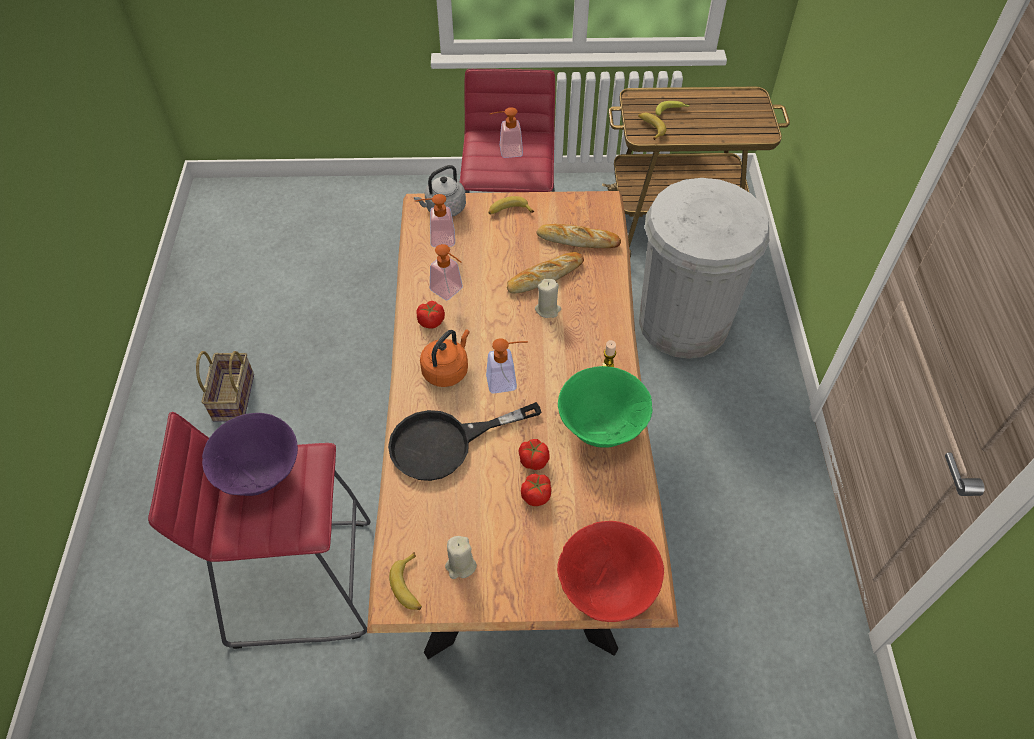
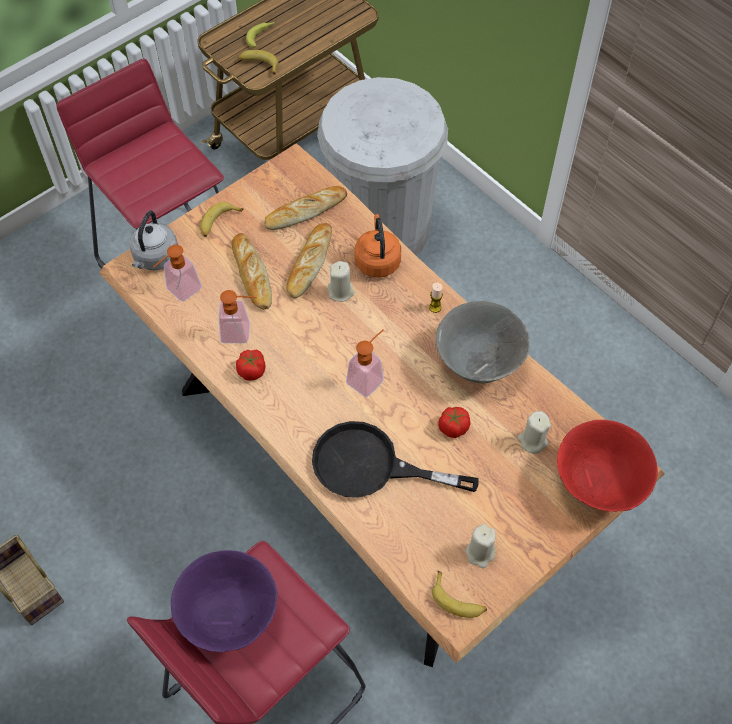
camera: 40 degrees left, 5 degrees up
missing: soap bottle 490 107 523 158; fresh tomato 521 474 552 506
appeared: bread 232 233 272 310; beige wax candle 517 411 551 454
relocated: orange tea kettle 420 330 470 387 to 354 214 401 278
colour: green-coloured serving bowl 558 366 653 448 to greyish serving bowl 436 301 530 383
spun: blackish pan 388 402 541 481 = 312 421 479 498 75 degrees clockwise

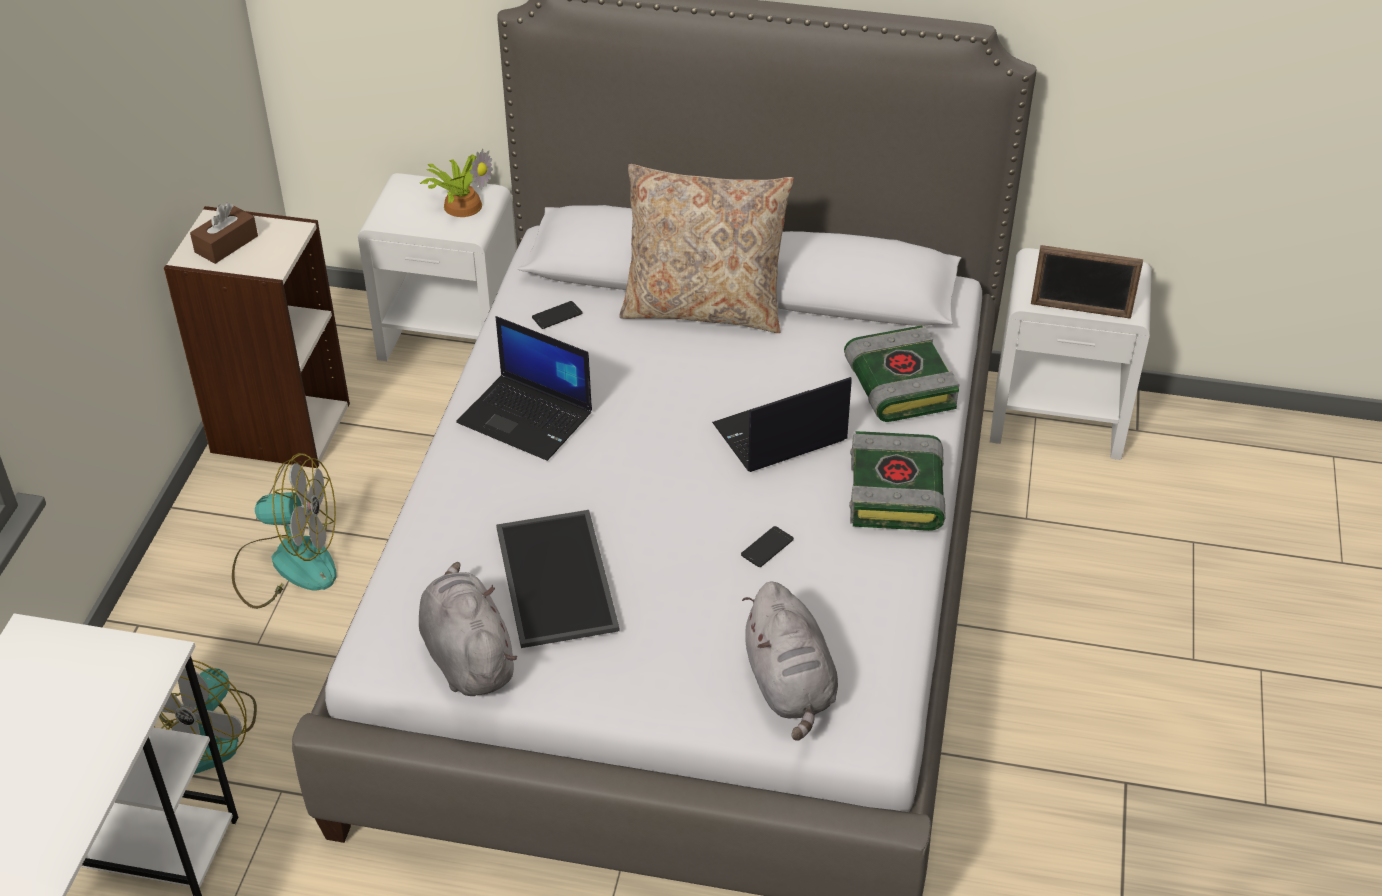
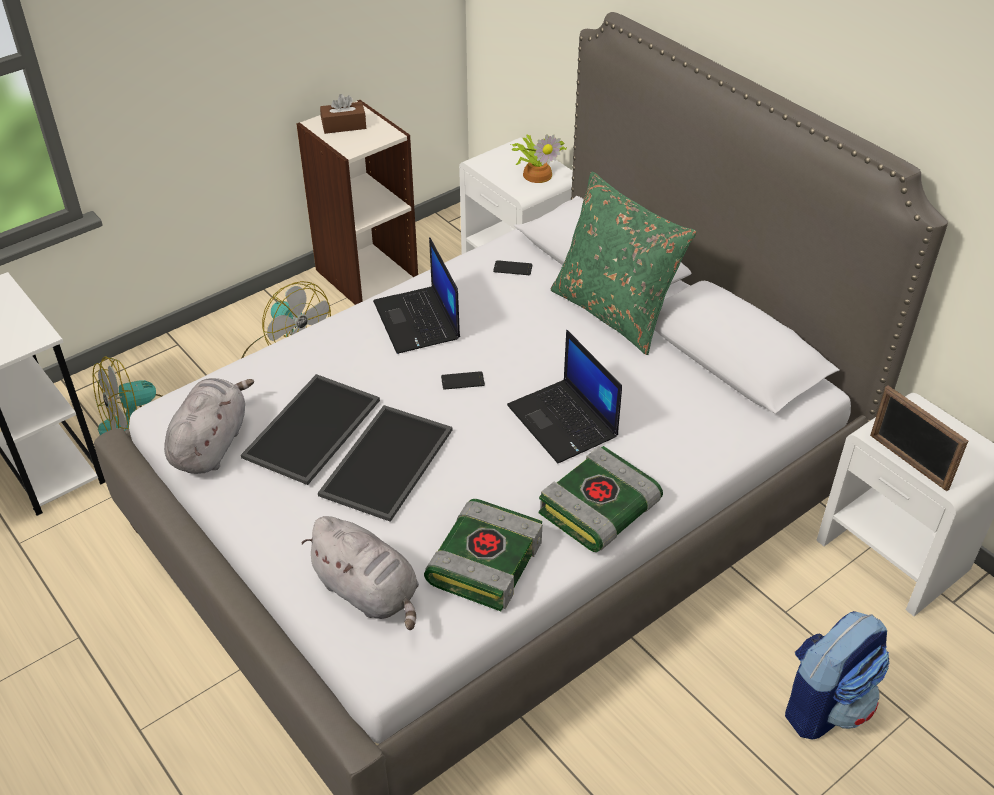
camera: 40 degrees right, 0 degrees up
appeared: serving tray 318 405 452 522; rucksack 785 611 890 740
relocated: volume 844 325 959 422 to 424 499 542 611; telephone 741 526 794 567 to 441 371 485 389
colour: beige throw pillow 619 164 794 333 to green-coloured throw pillow 551 172 697 355
spun: greyish plush toy 742 582 838 741 = 302 516 419 630 75 degrees counterclockwise; laptop 712 377 852 472 = 507 330 622 464 135 degrees counterclockwise

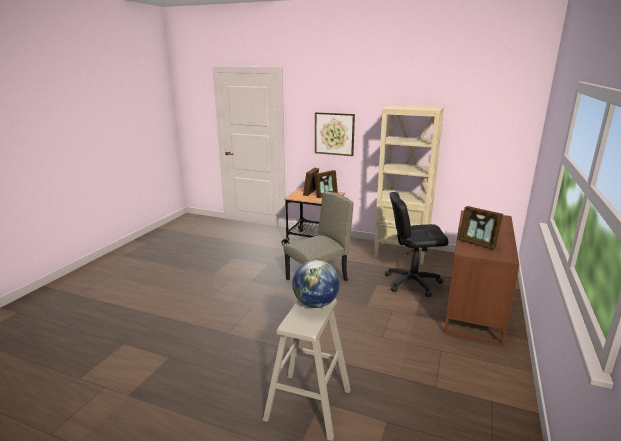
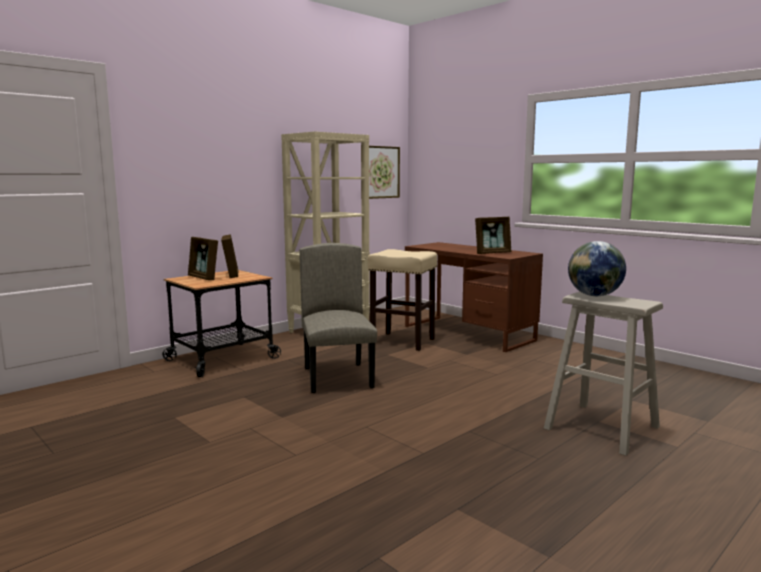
camera: 65 degrees left, 10 degrees down
relocated: wall art 315 112 355 156 to 361 146 400 199
exchanged: blackish office chair 385 192 449 297 to beige sitting stool 367 249 437 351

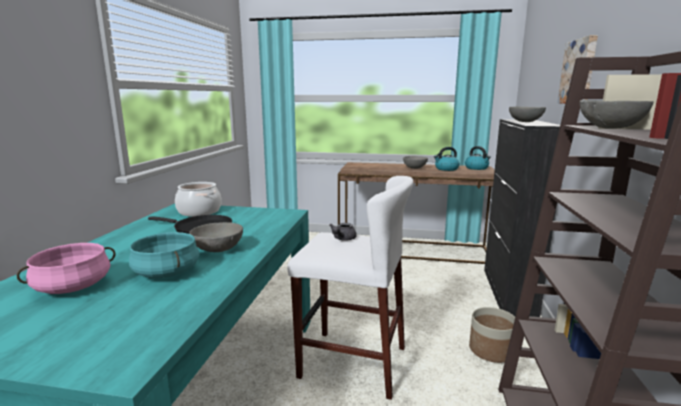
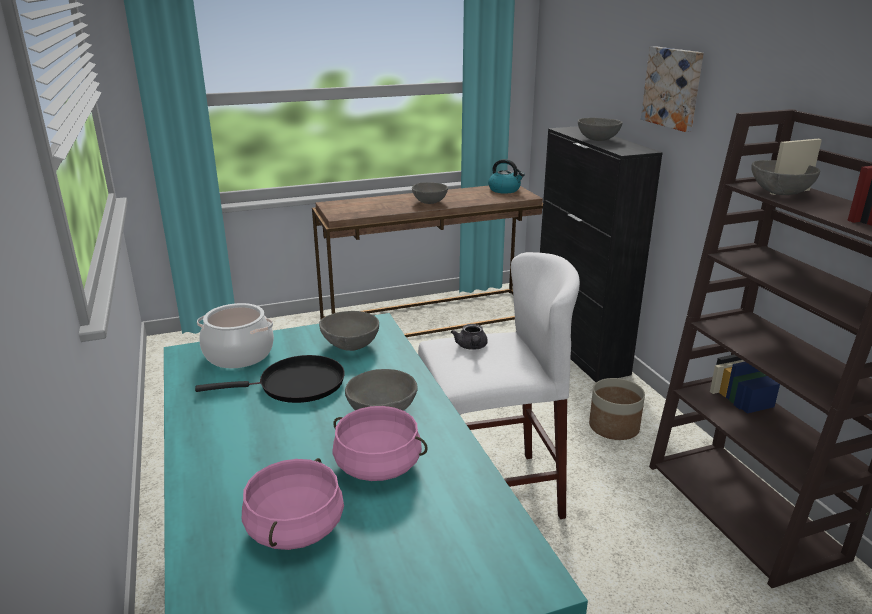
camera: 30 degrees left, 10 degrees up
missing: tea kettle 434 147 460 171
appeared: greyish serving bowl 319 311 379 351
colour: turquoise saucepot 129 232 200 278 to pink saucepot 332 406 428 481

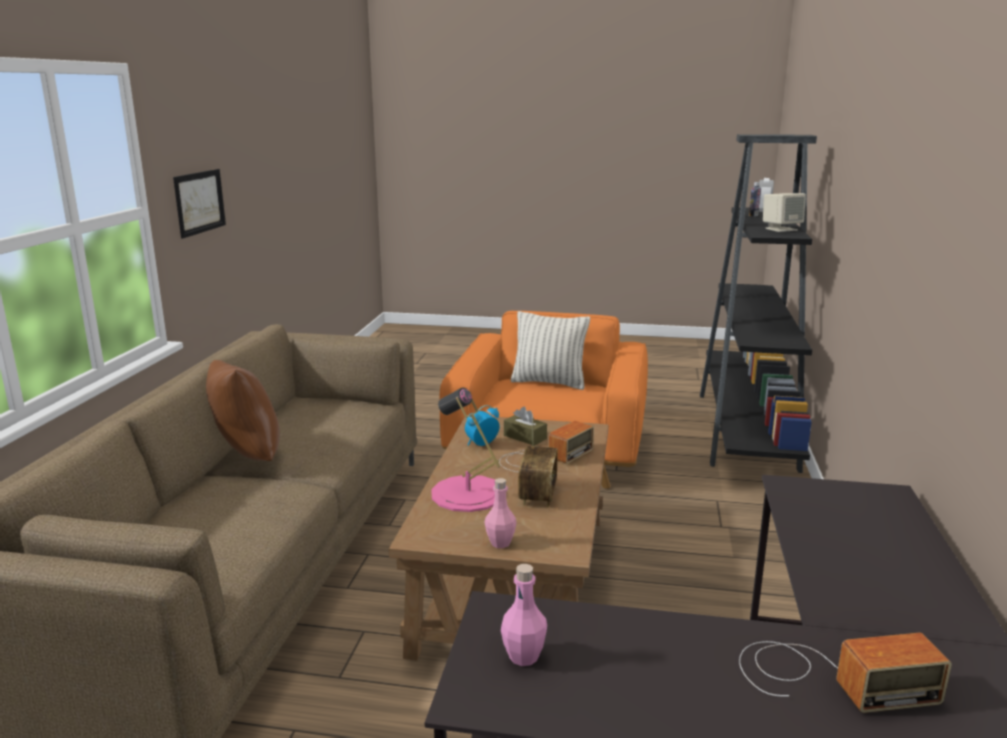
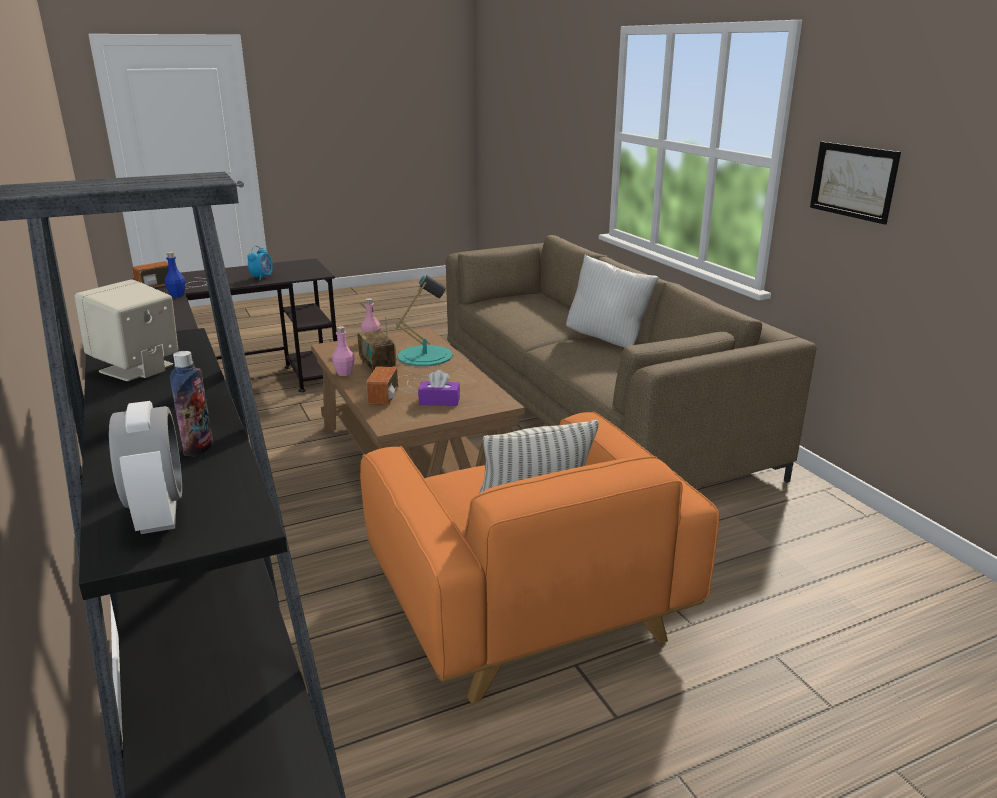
camera: 145 degrees right, 5 degrees up
appeared: bluish drink bottle 165 252 185 298
relocated: bedside clock 465 405 500 446 to 247 245 273 281; pink drink bottle 501 564 547 666 to 332 326 355 376
colour: pink tabletop lamp 431 388 500 512 to turquoise tabletop lamp 396 275 453 366; brown-coloured box of tissues 504 407 547 446 to purple box of tissues 418 370 460 406; brown-coloured throw pillow 206 360 280 461 to whitish throw pillow 566 255 659 347

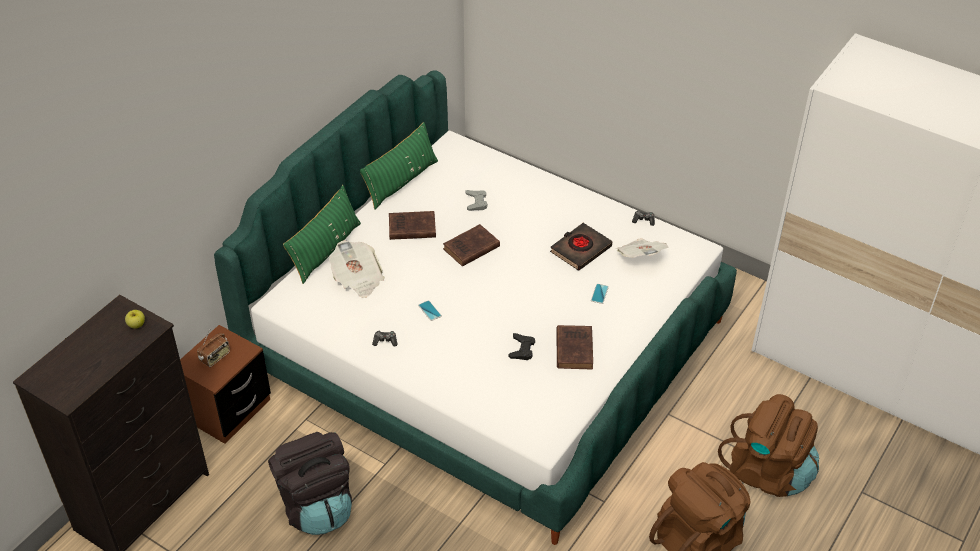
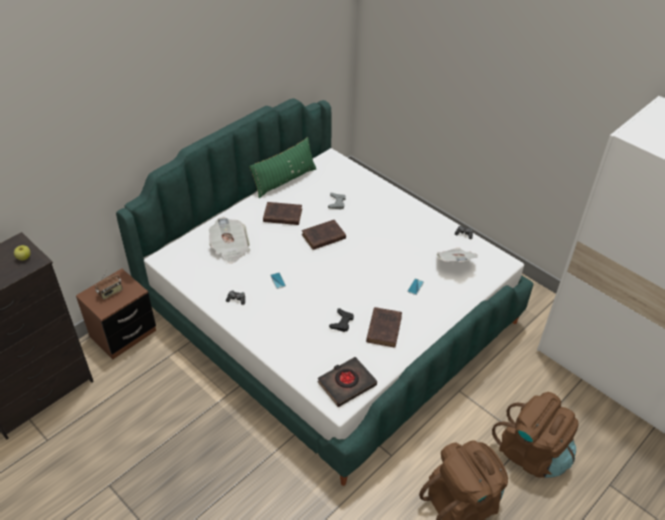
camera: 10 degrees right, 0 degrees up
missing: blackish rucksack 268 432 352 535; green-coloured throw pillow 283 185 361 284
relocated: blackish volume 550 223 612 271 to 317 357 377 407

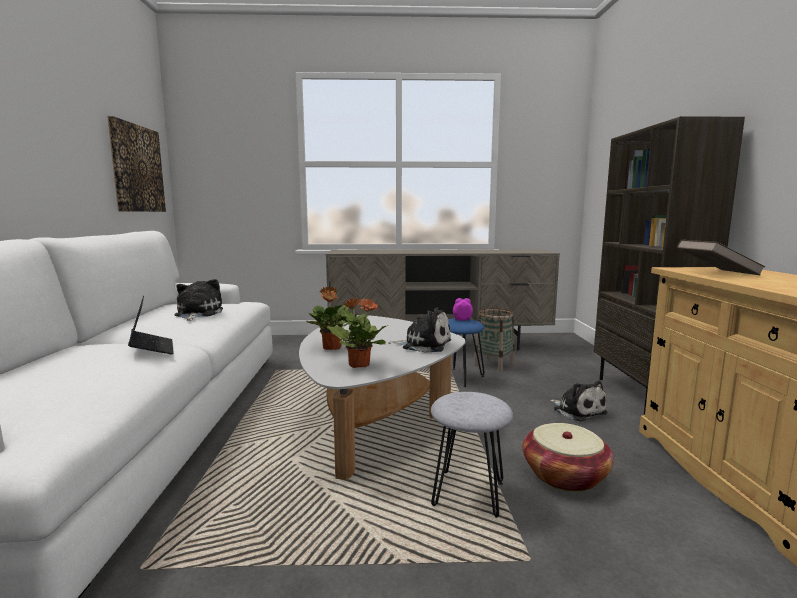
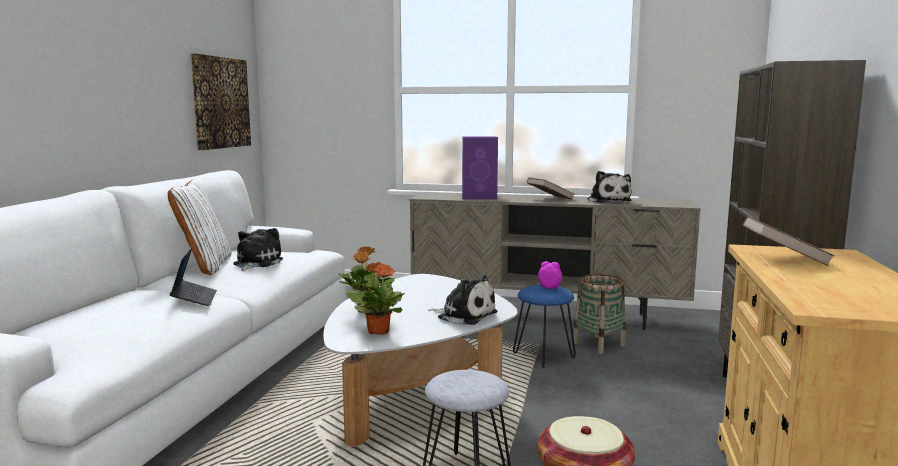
camera: 15 degrees right, 0 degrees up
appeared: whitish throw pillow 168 179 232 275; purple loudspeaker 462 136 498 199; brown-coloured volume 527 178 574 200
relocated: plush toy 550 380 608 422 to 588 171 632 203

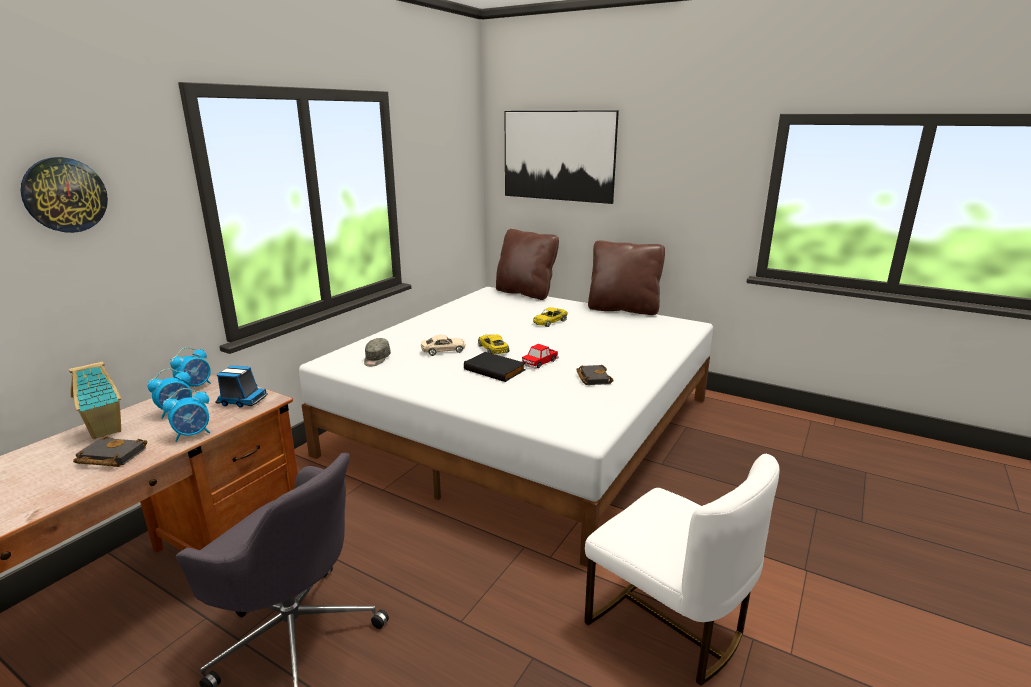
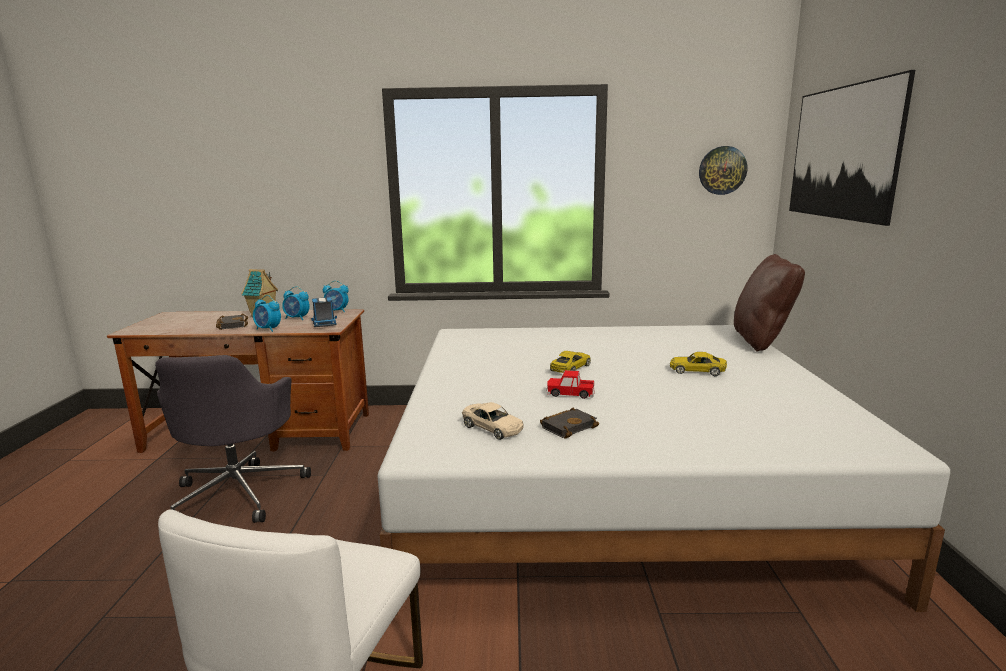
camera: 60 degrees right, 5 degrees down
missing: greyish cap 364 338 391 366; blackish volume 464 352 526 382; brown-coloured throw pillow 588 240 665 315
relocated: beige model car 421 335 465 356 to 462 402 524 440; wall clock 21 157 108 233 to 699 146 747 195

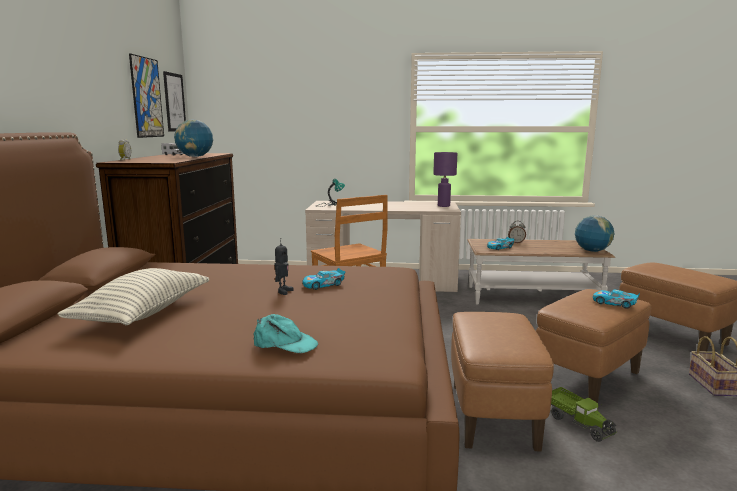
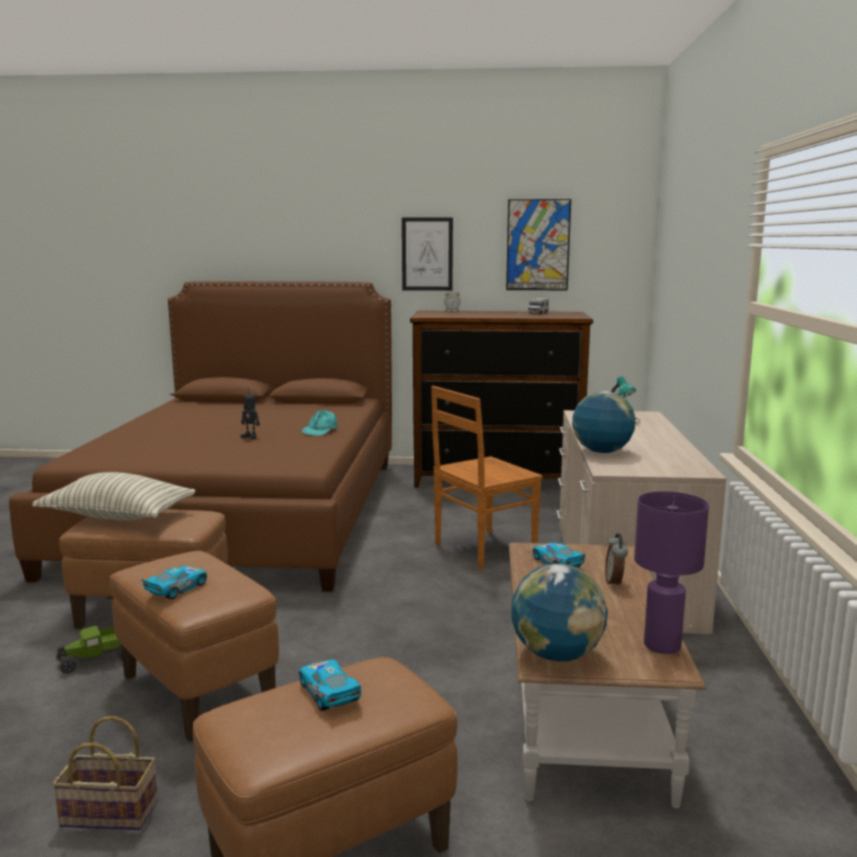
camera: 90 degrees right, 0 degrees up
relocated: throw pillow 58 268 209 325 to 32 472 196 520; model car 302 268 345 290 to 299 660 361 711; turquoise cap 254 314 318 353 to 301 410 338 436; wall art 163 71 186 132 to 402 217 453 291; desk globe 174 119 213 157 to 572 391 636 453; purple tabletop lamp 433 152 457 207 to 634 491 709 654

